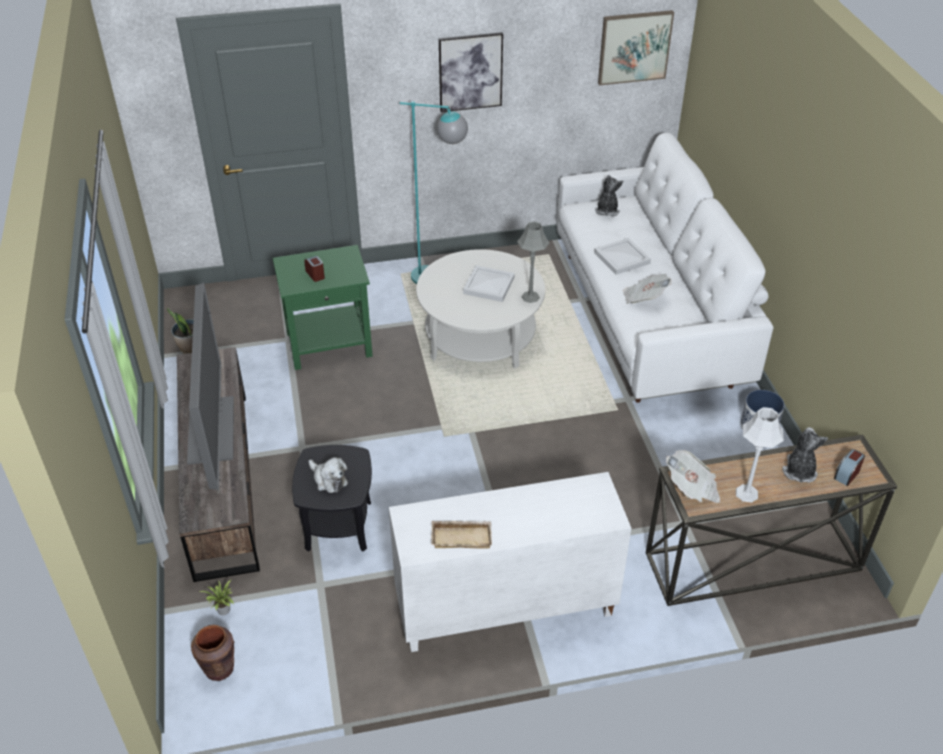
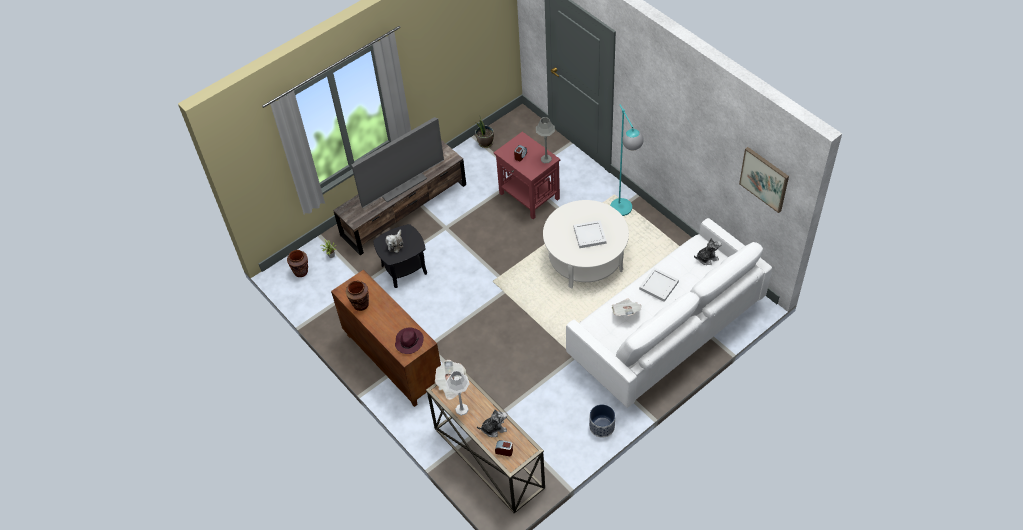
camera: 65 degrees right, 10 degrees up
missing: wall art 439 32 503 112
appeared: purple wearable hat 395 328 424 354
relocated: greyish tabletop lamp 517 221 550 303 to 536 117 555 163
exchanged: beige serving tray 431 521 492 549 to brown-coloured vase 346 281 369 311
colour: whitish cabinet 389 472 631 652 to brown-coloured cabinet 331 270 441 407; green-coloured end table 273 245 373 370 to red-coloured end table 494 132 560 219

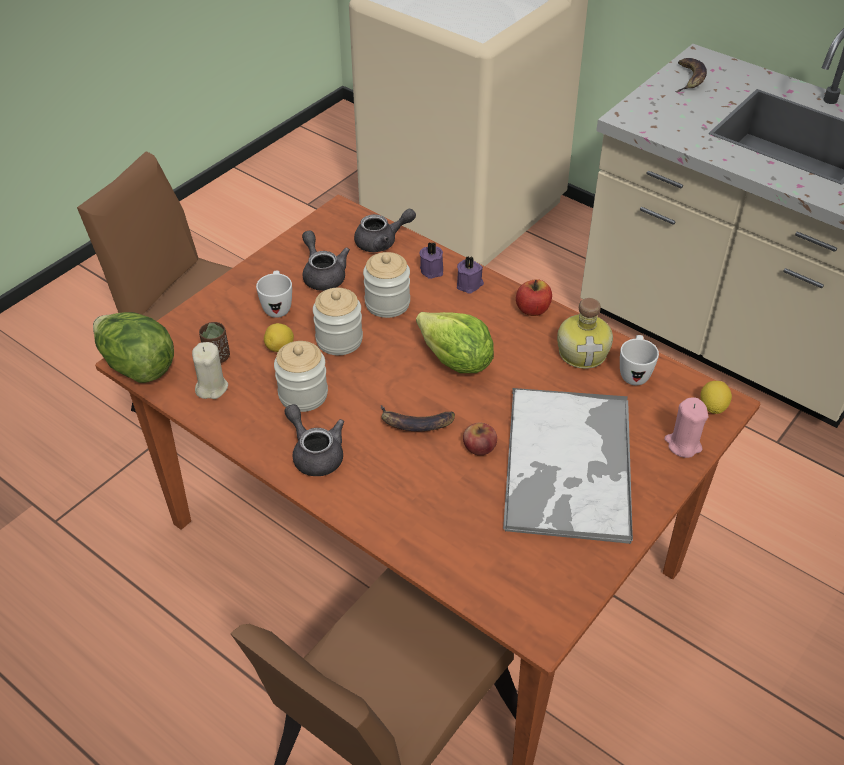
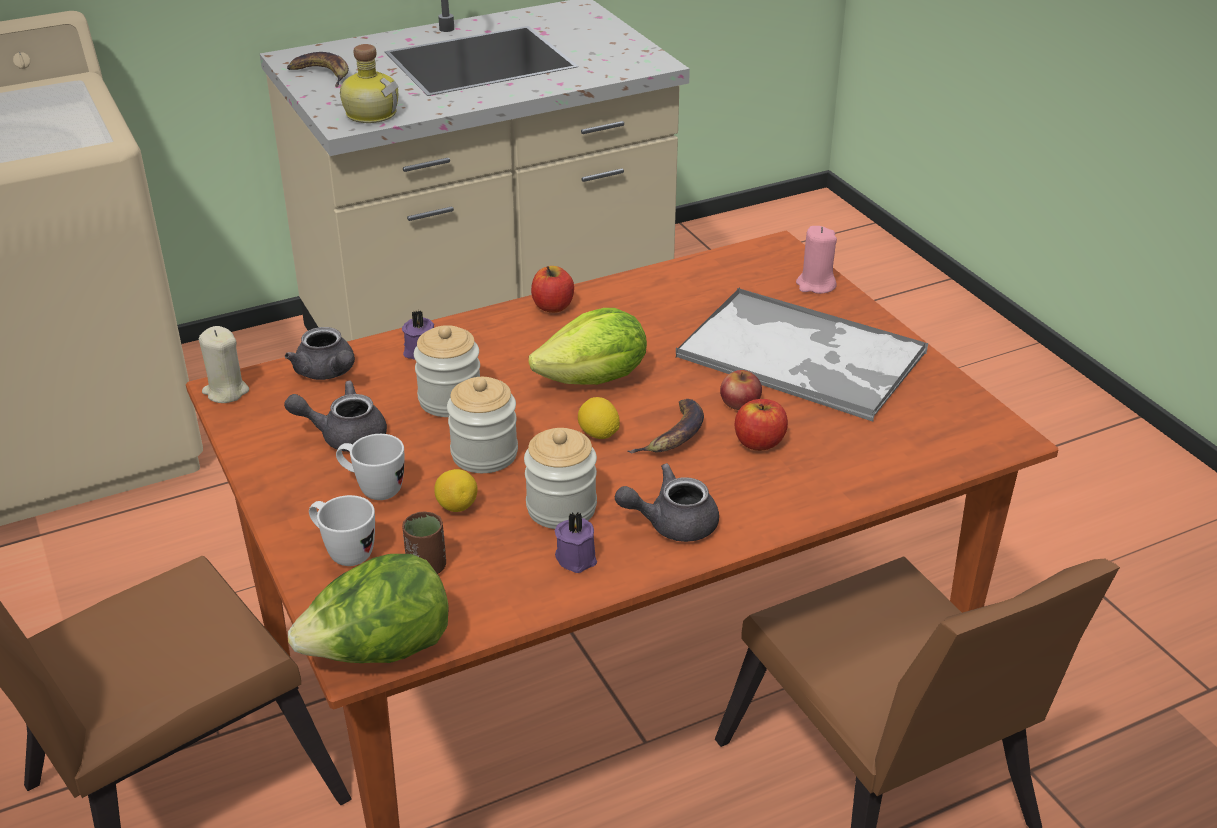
camera: 65 degrees left, 10 degrees down
appeared: apple fruit 735 399 788 451
relocated: beige wax candle 192 342 228 399 to 199 326 249 403; whitish coffee mug 620 335 659 385 to 309 495 375 566; drink bottle 557 298 613 369 to 340 44 398 123; purple wax candle 457 256 484 294 to 555 512 597 573; citrus fruit 700 381 732 414 to 578 397 620 439
spun: greyish tea pot 354 209 416 252 = 285 327 355 380 135 degrees clockwise

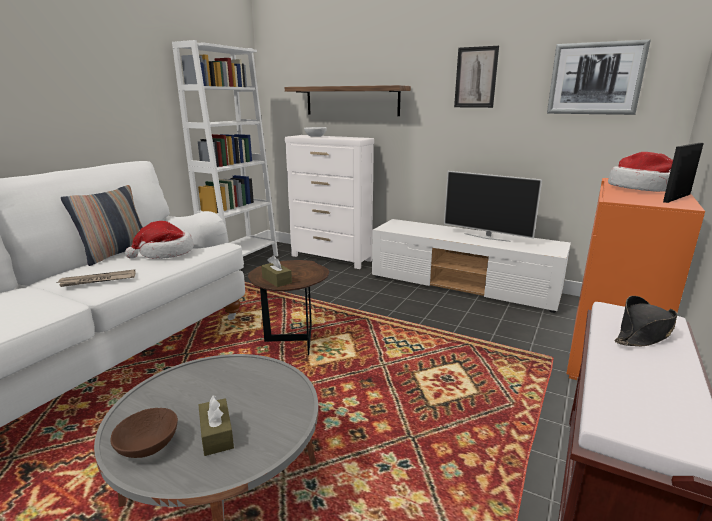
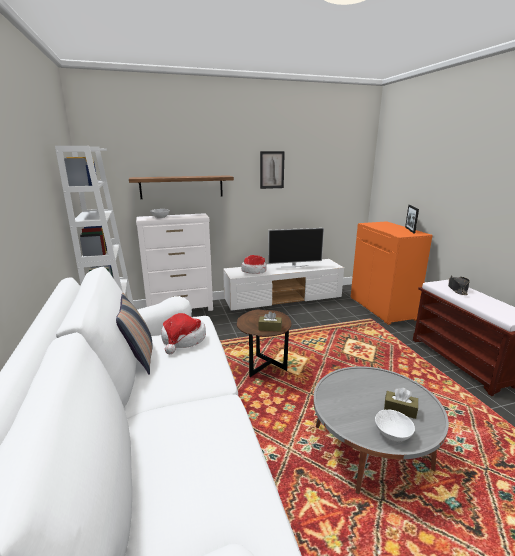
camera: 45 degrees left, 0 degrees up
missing: newspaper 55 269 136 287; wall art 547 39 651 115
relocated: wearable hat 608 152 673 192 to 241 255 267 274
colour: brown-coloured serving bowl 110 408 178 458 to whitish serving bowl 375 409 415 441

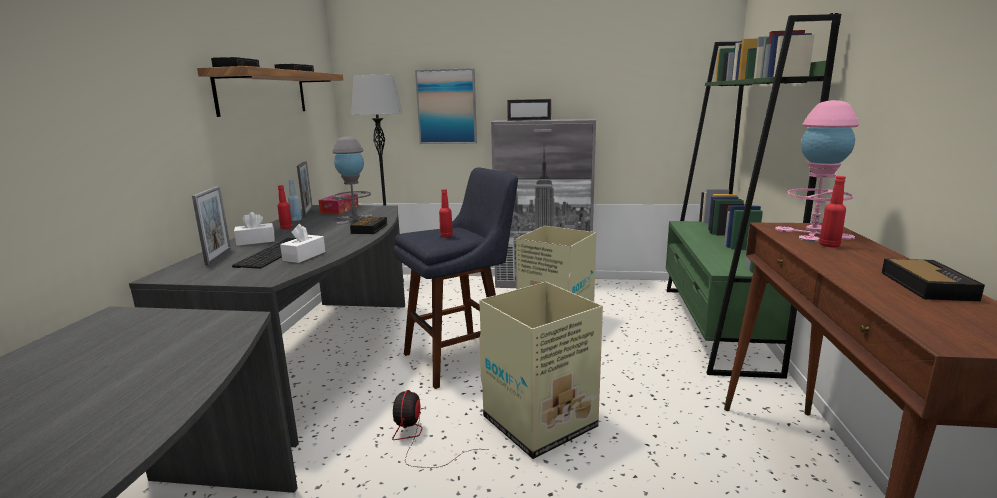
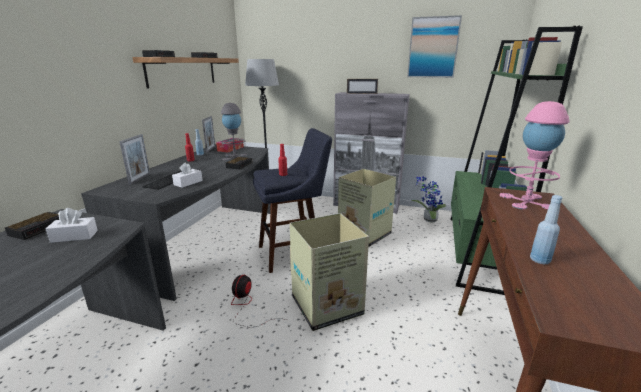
camera: 10 degrees right, 5 degrees up
missing: red-coloured drink bottle 819 176 846 247
appeared: potted plant 411 176 446 223; bluish drink bottle 530 195 562 265
relocated: bedside clock 882 259 985 301 to 5 212 60 240; whitish box of tissues 234 212 275 246 to 45 208 98 243; wall art 415 68 477 144 to 407 15 462 78

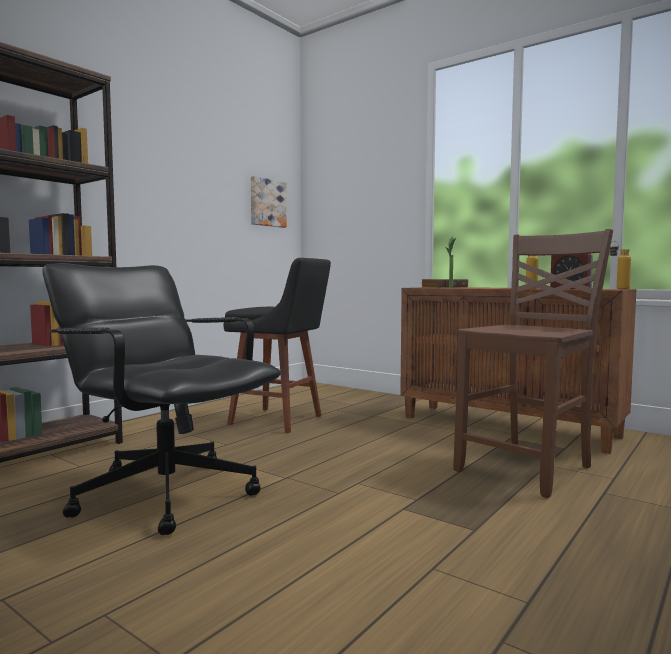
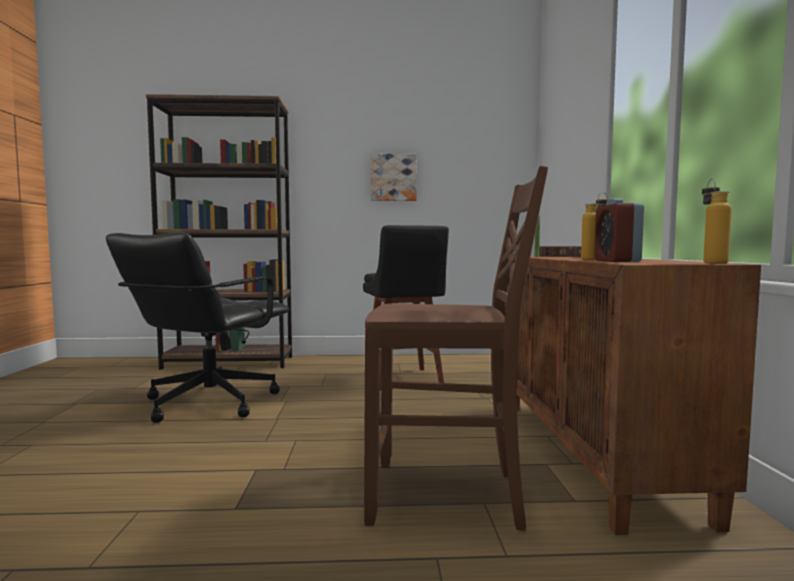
camera: 50 degrees right, 0 degrees up
relocated: wall art 251 176 287 228 to 371 153 417 201
spun: blackish office chair 42 263 281 535 = 106 232 289 423 150 degrees counterclockwise

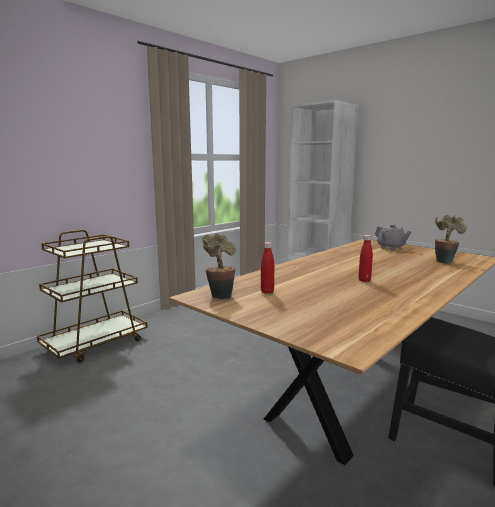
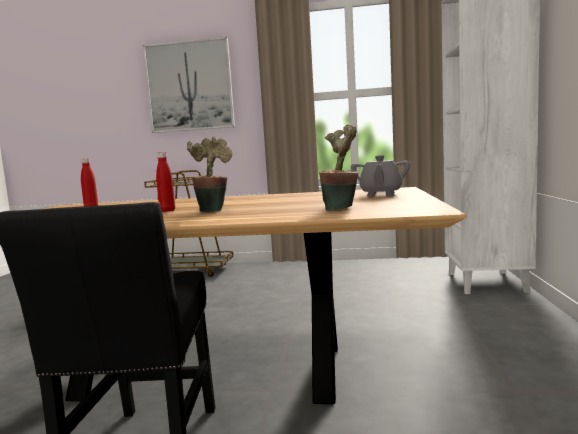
camera: 55 degrees right, 5 degrees down
appeared: wall art 143 37 235 133
relocated: potted plant 202 233 236 299 to 187 136 233 213

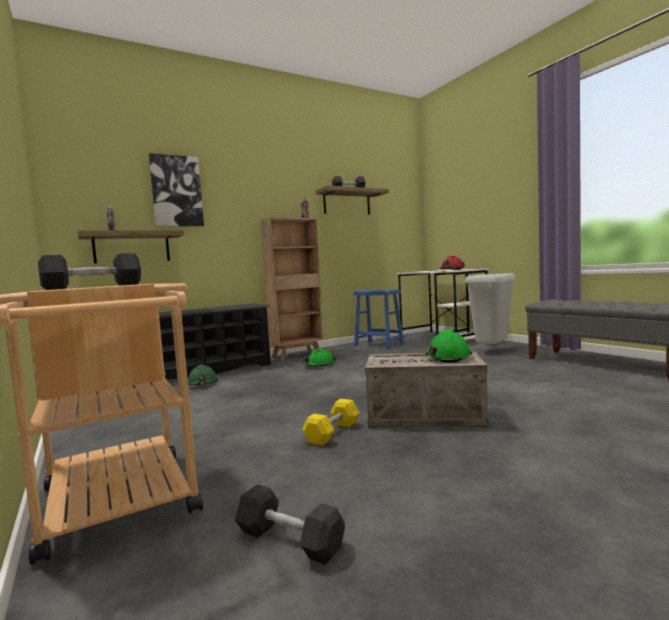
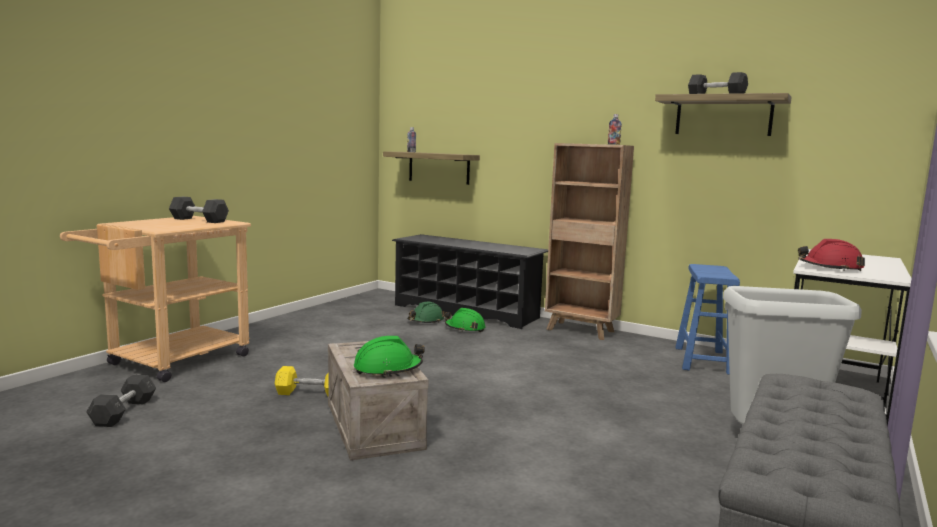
camera: 60 degrees right, 5 degrees up
missing: wall art 149 153 204 226
relocated: green-coloured work helmet 303 349 336 366 to 445 308 486 332

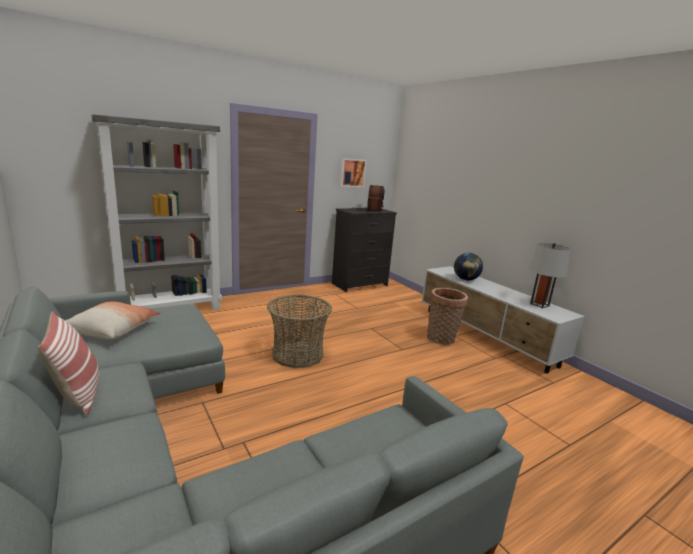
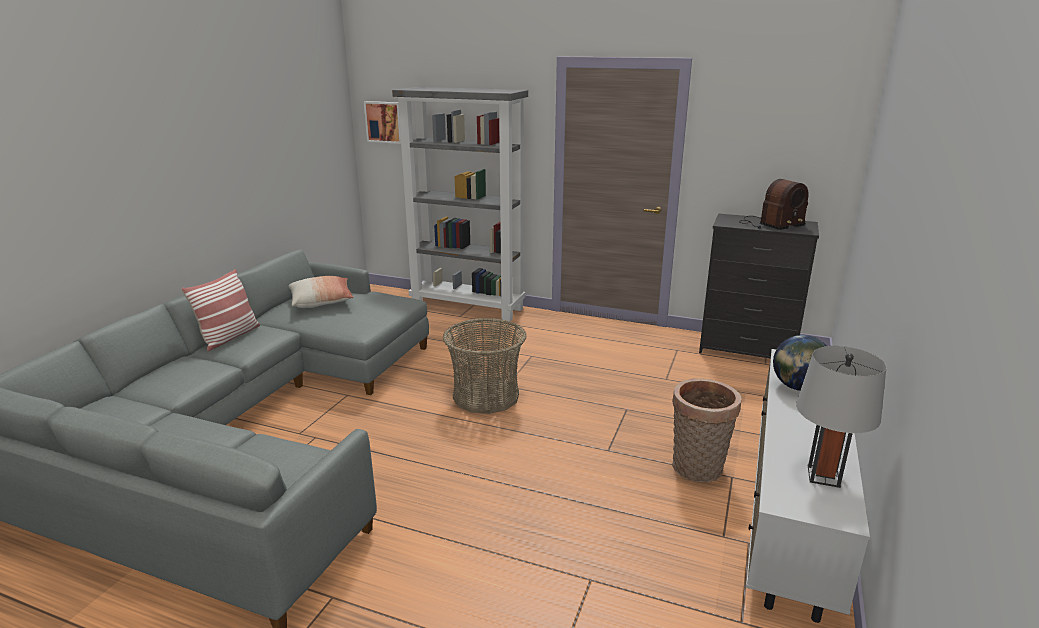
camera: 55 degrees right, 5 degrees up
relocated: wall art 340 158 367 187 to 364 101 401 144

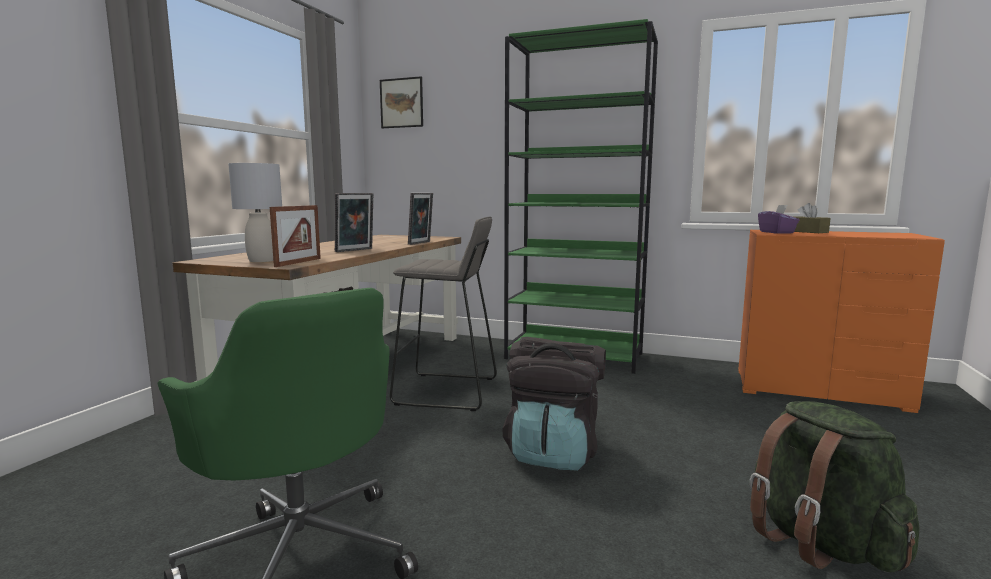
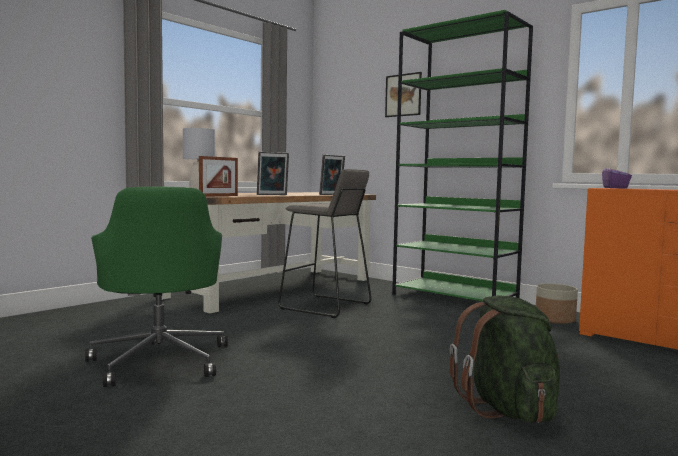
camera: 20 degrees right, 5 degrees down
missing: blackish rucksack 503 337 606 471; brown-coloured box of tissues 794 203 831 233
appeared: plant pot 536 284 578 324
relocated: wall art 380 76 423 128 to 385 72 422 117

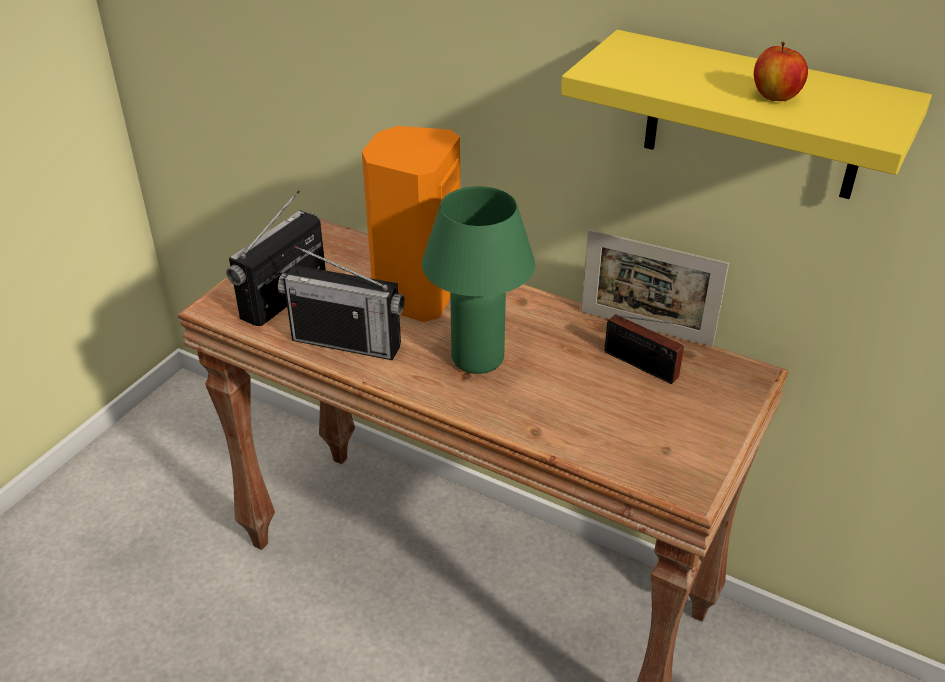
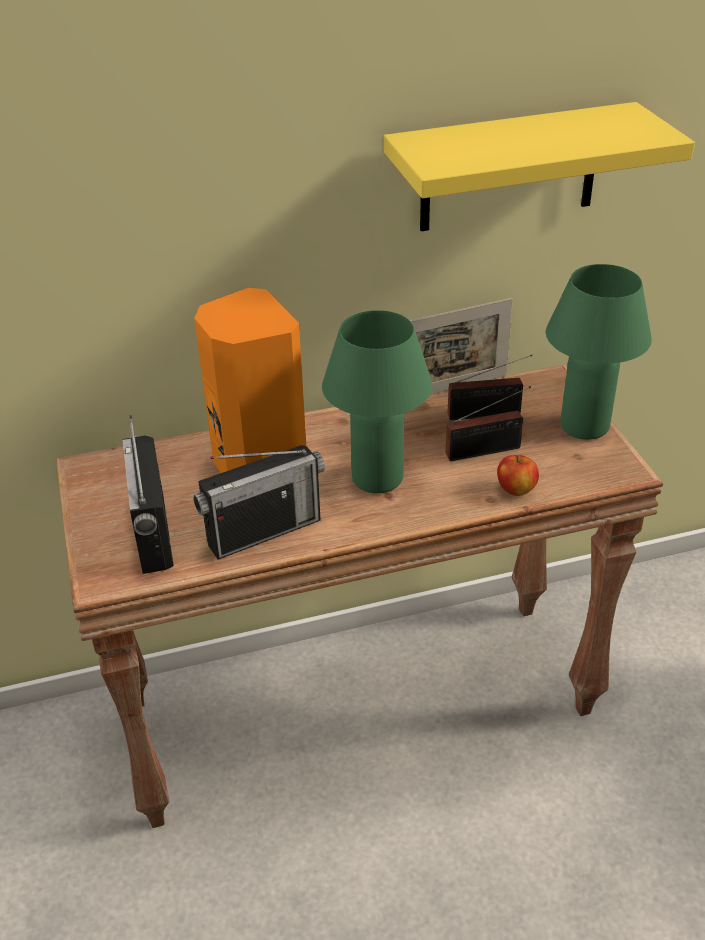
camera: 45 degrees left, 0 degrees up
appeared: radio 446 386 531 461; green-coloured tabletop lamp 546 264 652 440
relocated: apple fruit 754 42 808 101 to 497 455 539 496

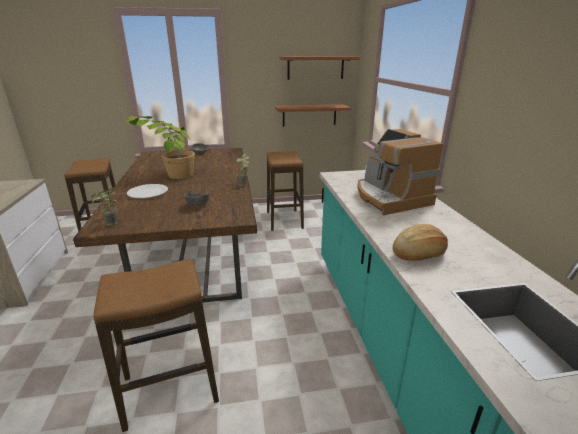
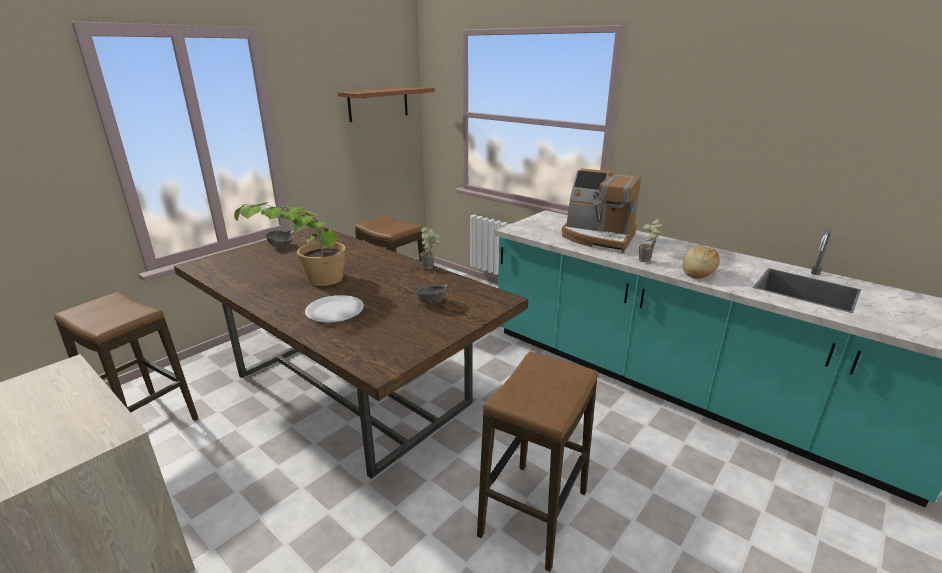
camera: 40 degrees left, 0 degrees up
missing: shelf 275 104 351 127
relocated: potted plant 91 187 117 226 to 639 219 662 263

